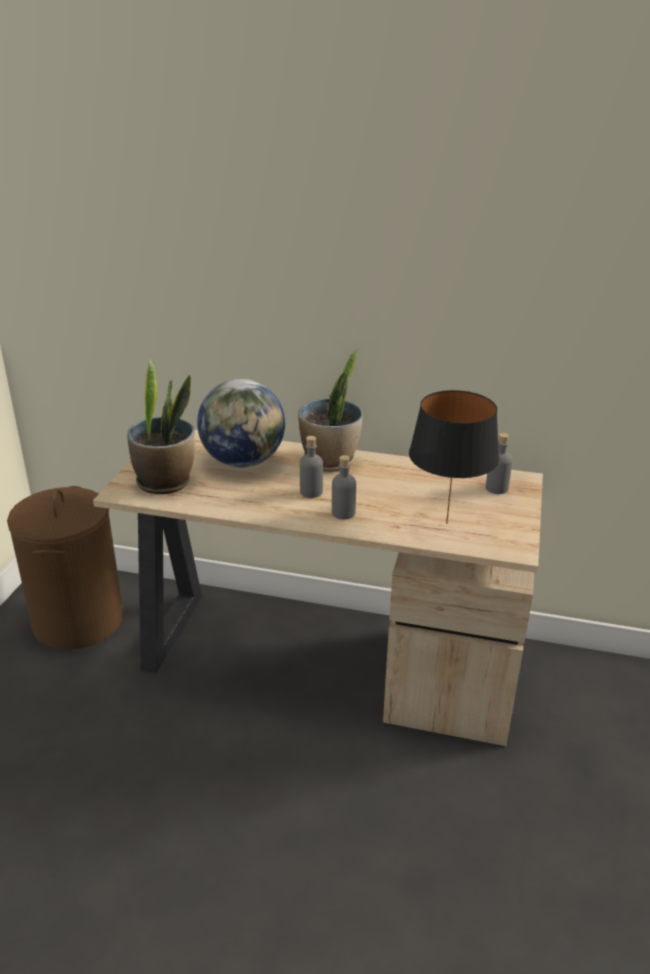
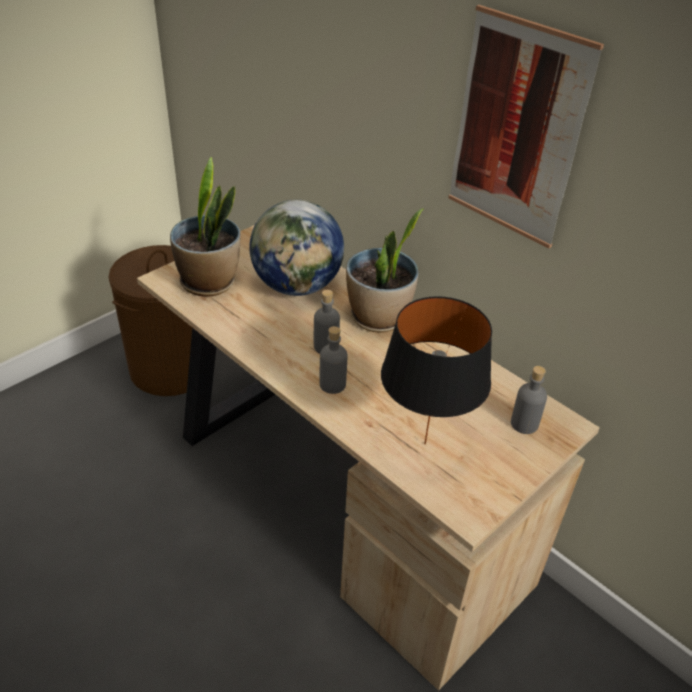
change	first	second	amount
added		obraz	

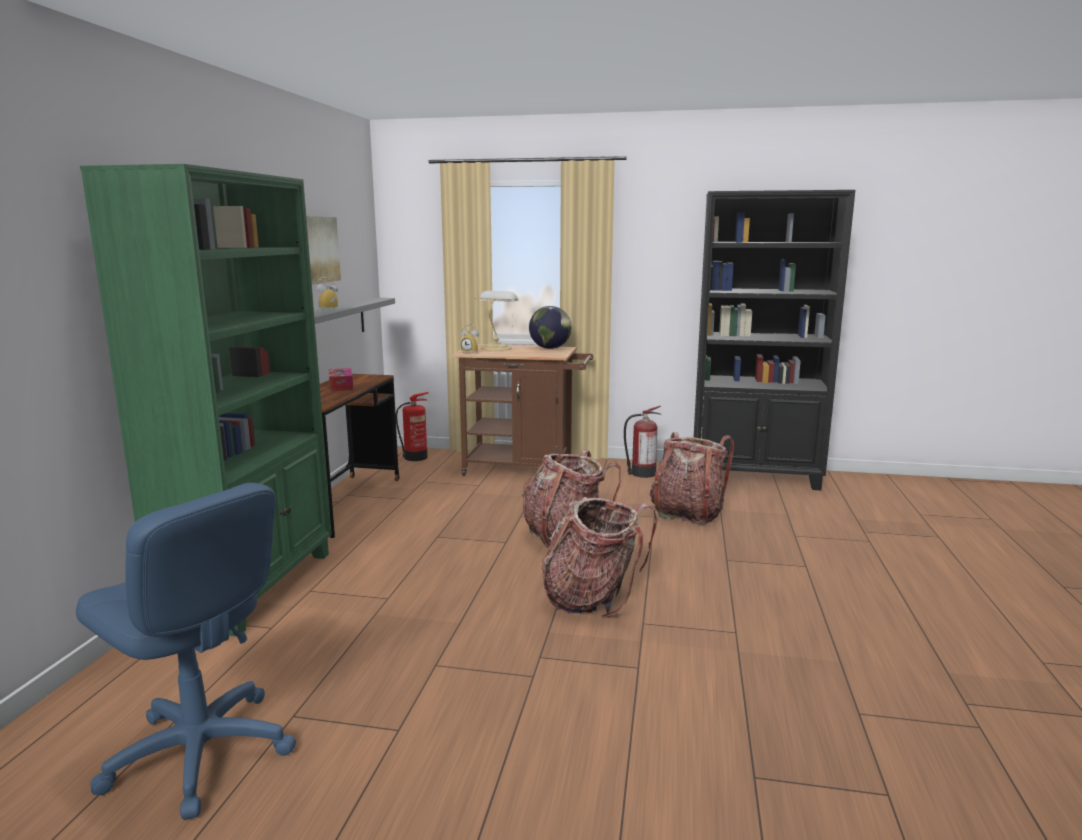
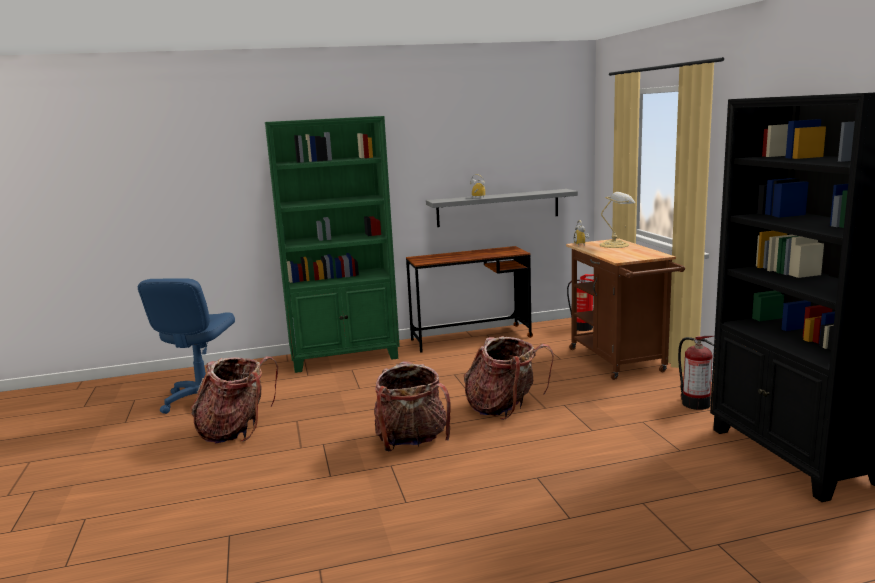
change	first	second	amount
removed	obraz		
removed	globus		
removed	pudełko chusteczek		
moved	plecak (3rd from left in the first image)	plecak (1st from left)	

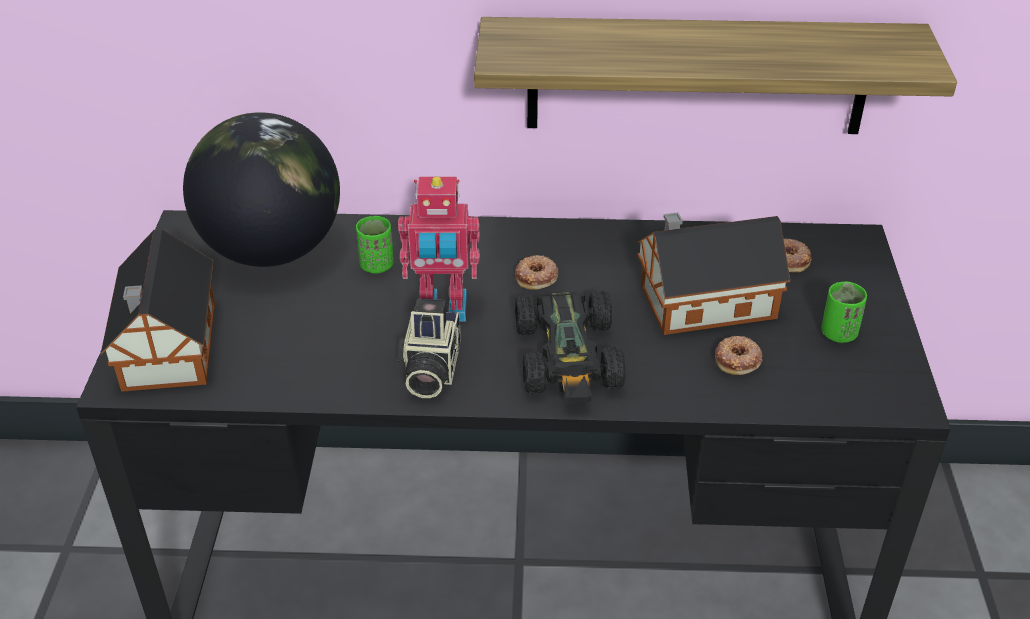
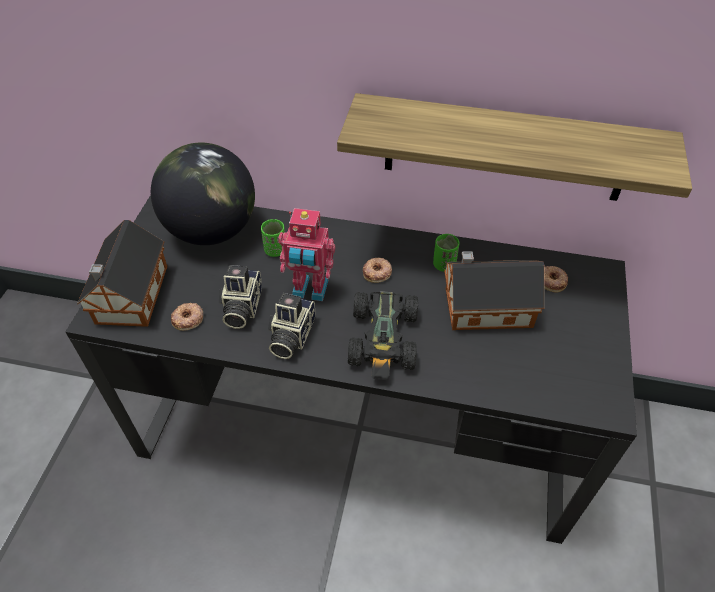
change	first	second	amount
moved	filiżanka (zielony) (2nd from left)		
moved	donut (2nd from left in the first image)	donut (1st from left)	
added		aparat fotograficzny (1st from left)	

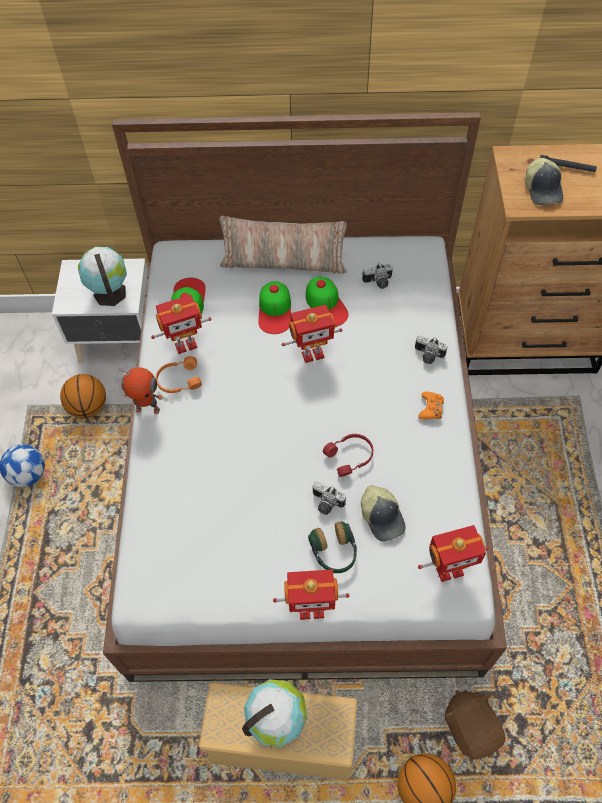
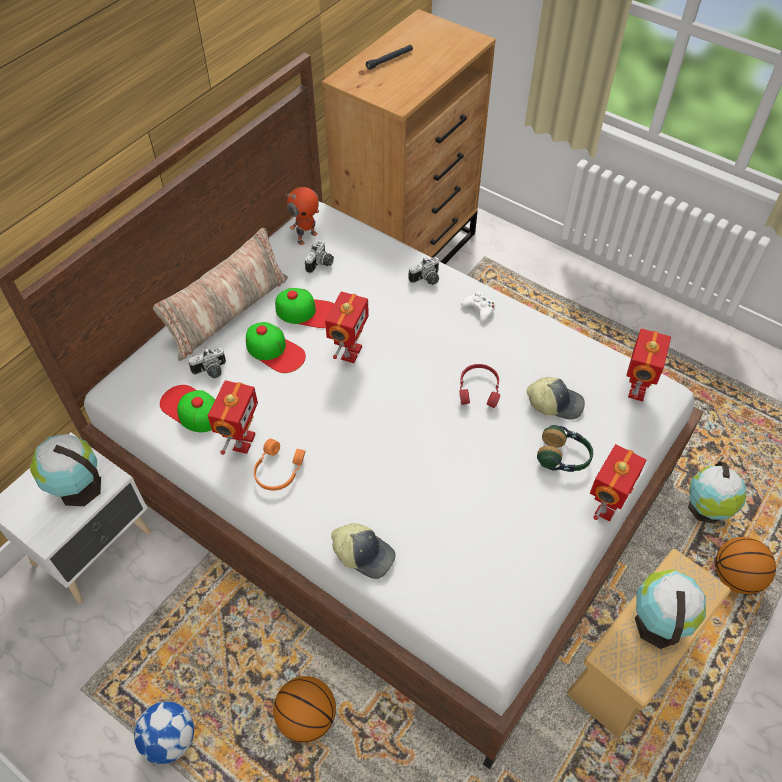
change	first	second	amount
moved	czapka z daszkiem (5th from left in the first image)	czapka z daszkiem (4th from left)	
moved	robot zabawkowy (1st from left in the first image)	robot zabawkowy (2nd from left)	
moved	piłka do koszykówki (1st from left)		
recoloured	pad do gier (pomarańczowy)	pad do gier (biały)	
moved	aparat fotograficzny (1st from left)		
replaced	pluszak (brązowy)	globus (3rd from left)	

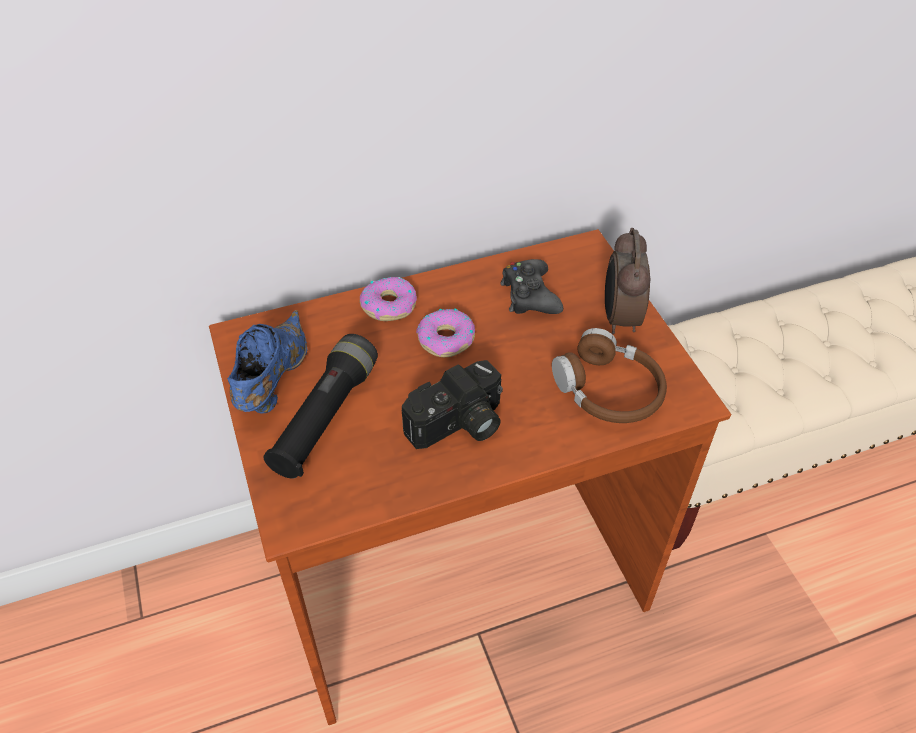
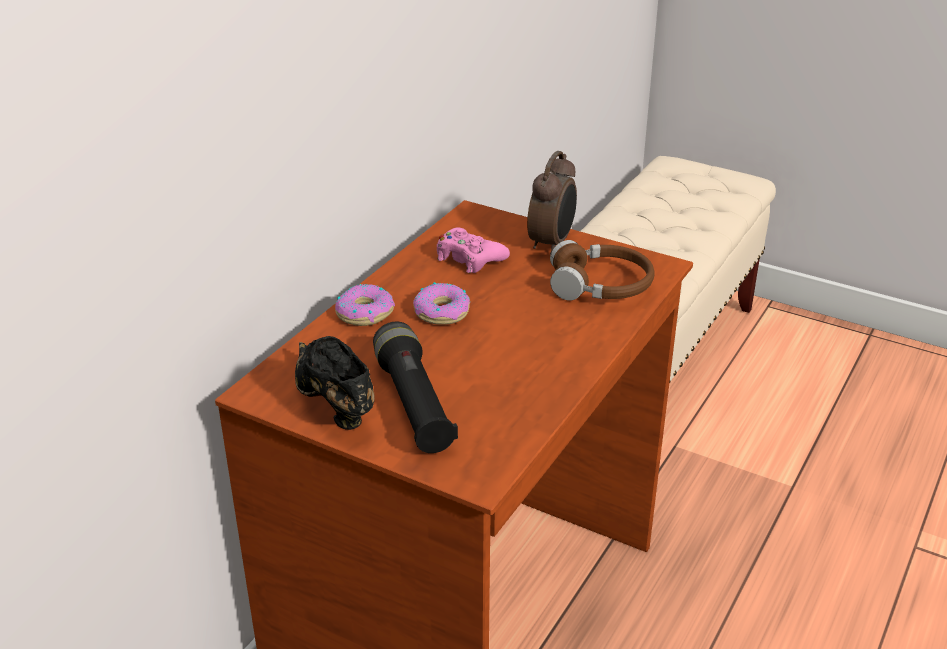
change	first	second	amount
turned	budzik		120 degrees counterclockwise
recoloured	pad do gier (czarny)	pad do gier (różowy)	
recoloured	but (niebieski)	but (czarny)	
removed	aparat fotograficzny		

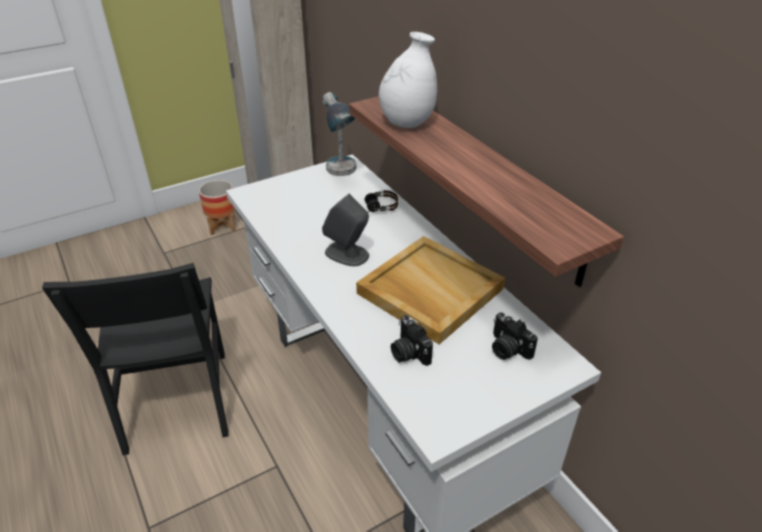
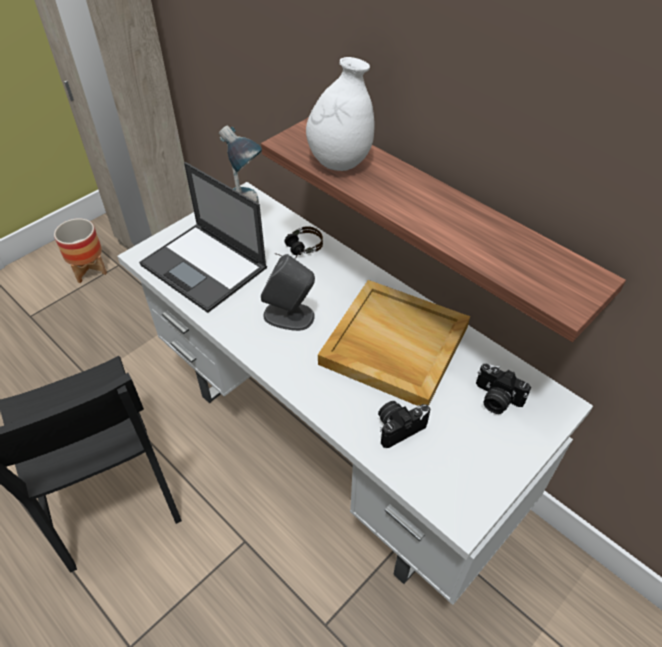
change	first	second	amount
turned	aparat fotograficzny (1st from left)		105 degrees clockwise
added		laptop	

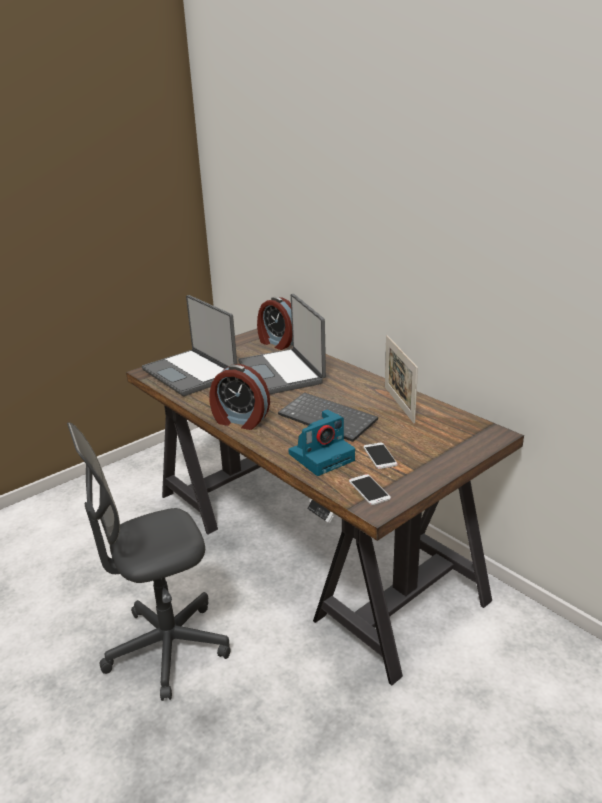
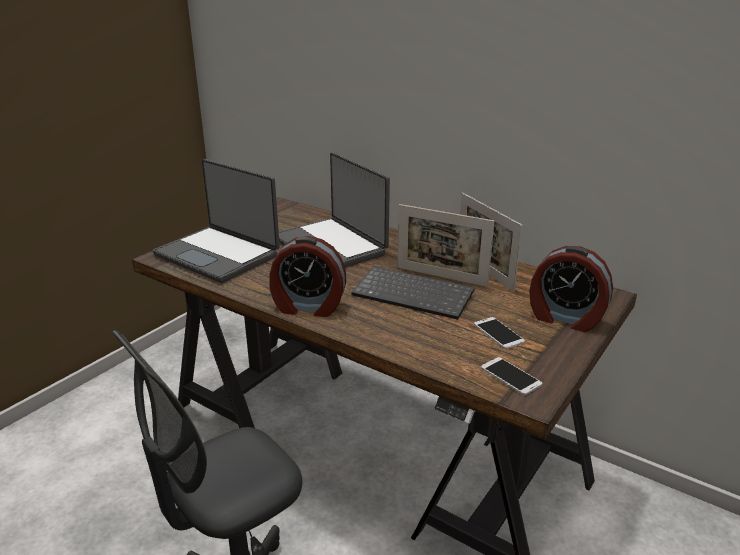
change	first	second	amount
moved	budzik (2nd from left)		
removed	aparat fotograficzny		
added		ramka na zdjęcie (1st from left)	

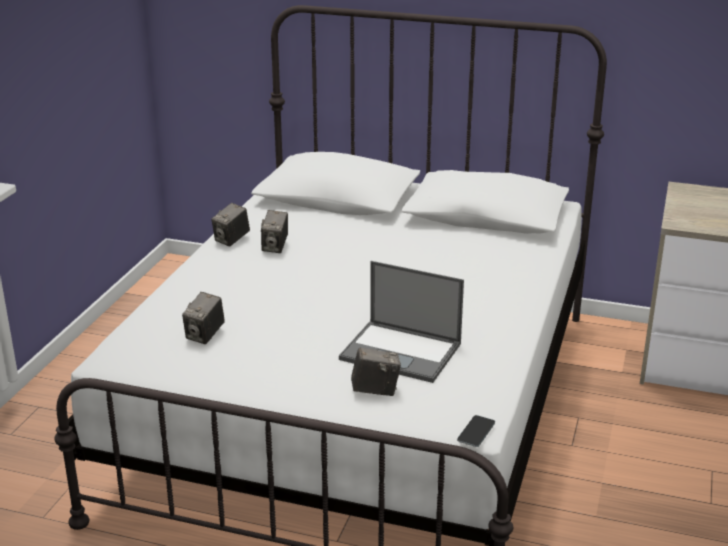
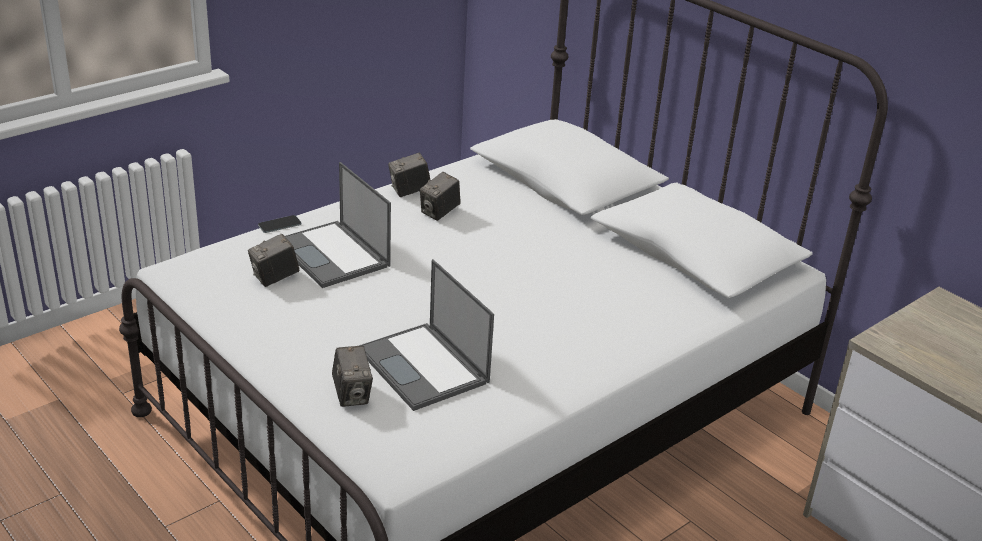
change	first	second	amount
turned	aparat fotograficzny (4th from left in the first image)	aparat fotograficzny (2nd from left)	45 degrees clockwise
moved	telefon		
added		laptop (1st from left)	

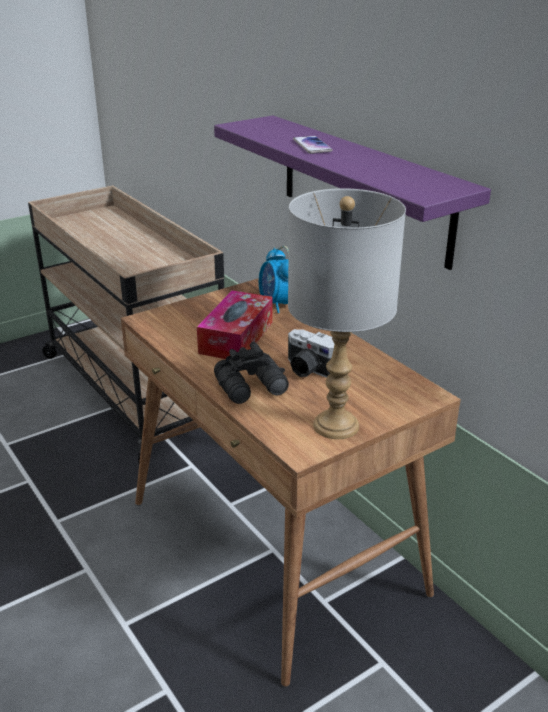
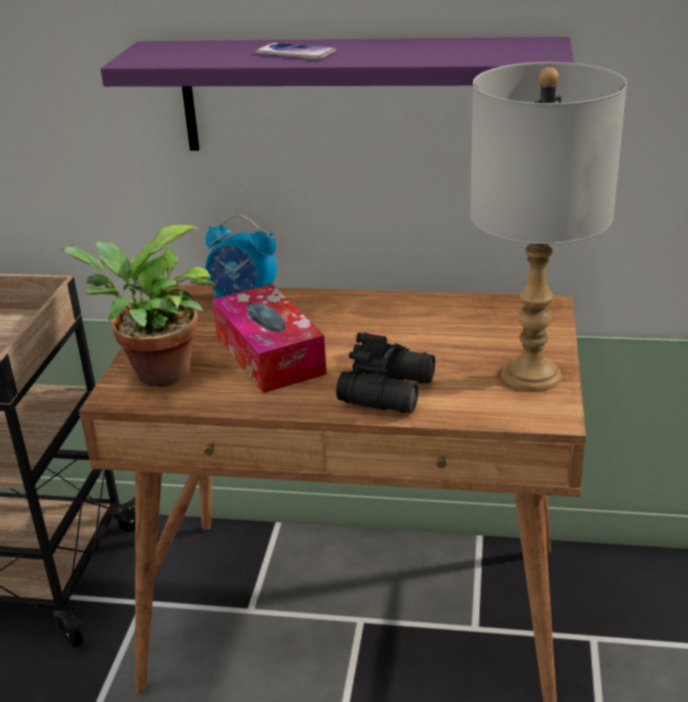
change	first	second	amount
removed	aparat fotograficzny		
added		roślina doniczkowa	

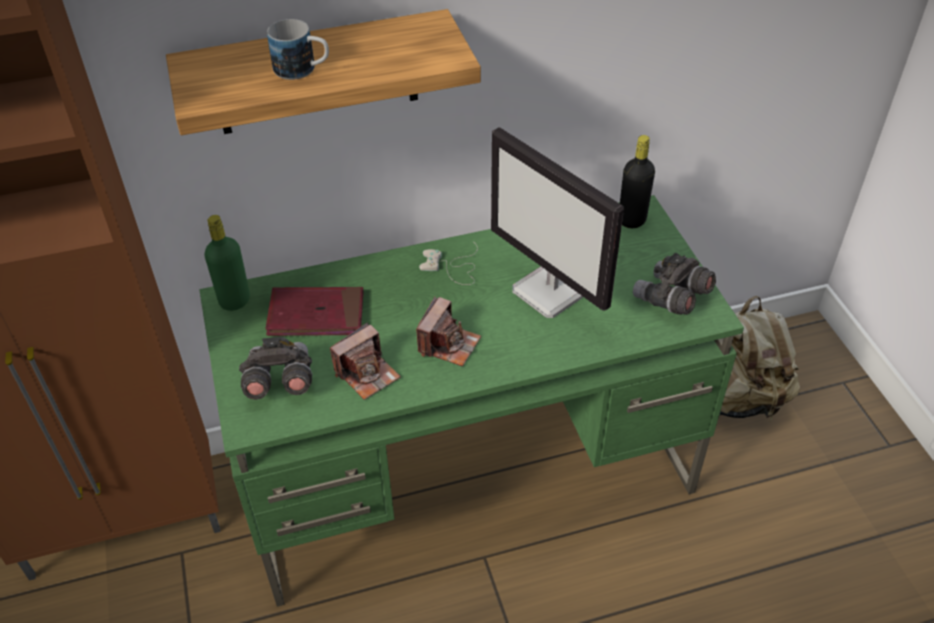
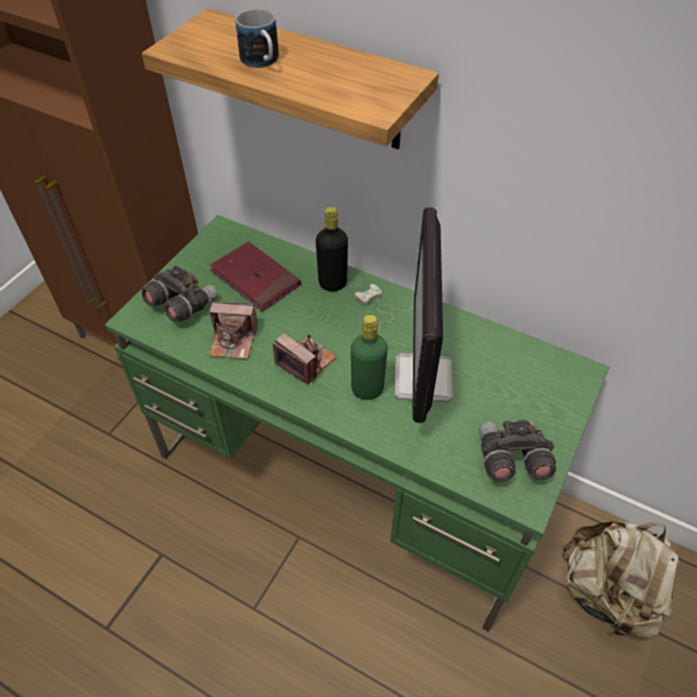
change	first	second	amount
moved	butelka (czarny)		
moved	butelka (zielony)		
turned	aparat fotograficzny (2nd from left)		120 degrees counterclockwise

